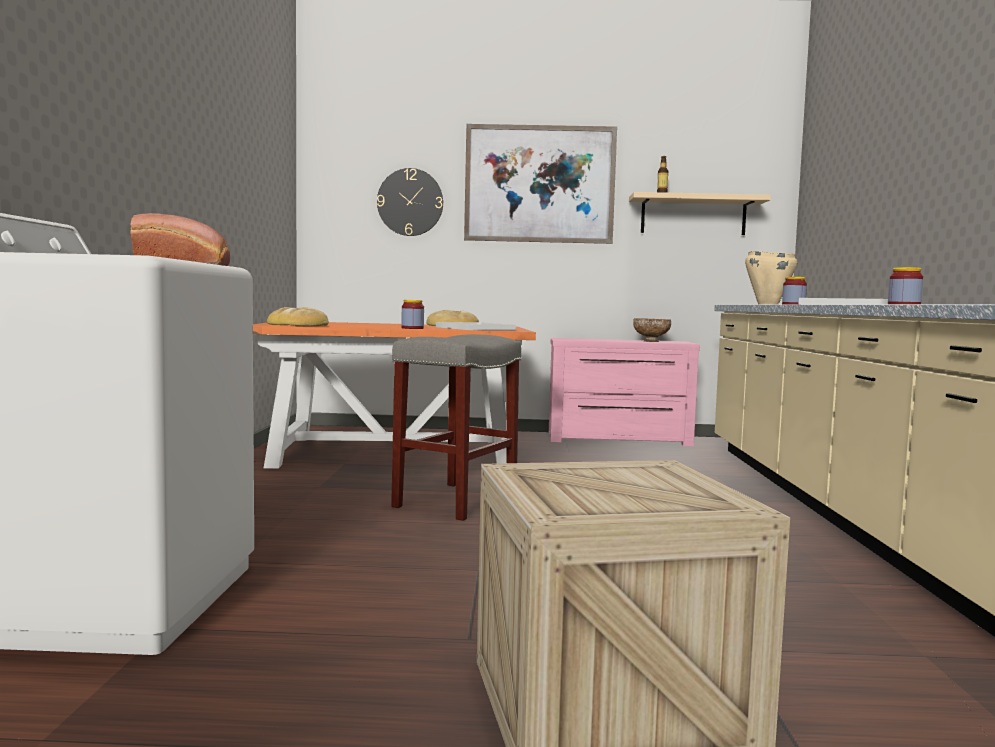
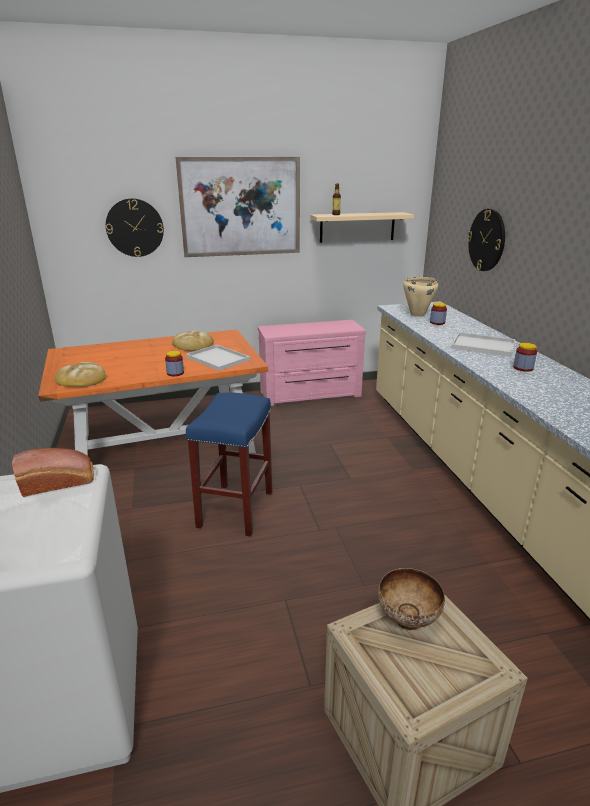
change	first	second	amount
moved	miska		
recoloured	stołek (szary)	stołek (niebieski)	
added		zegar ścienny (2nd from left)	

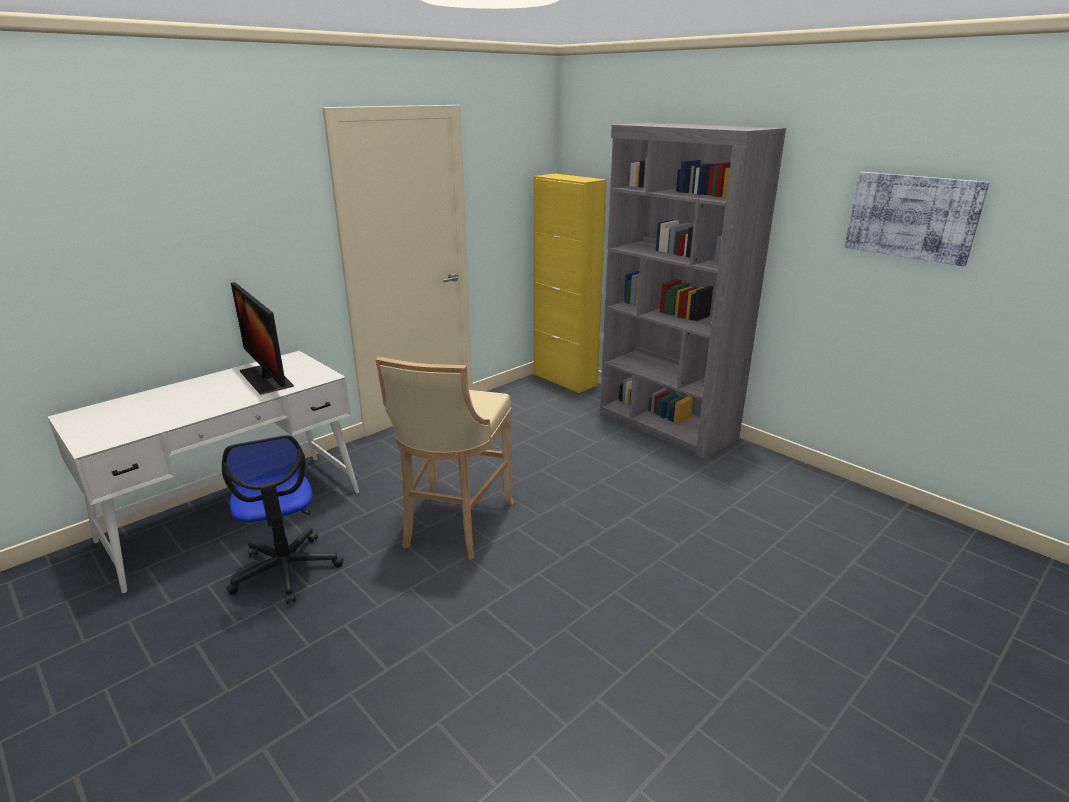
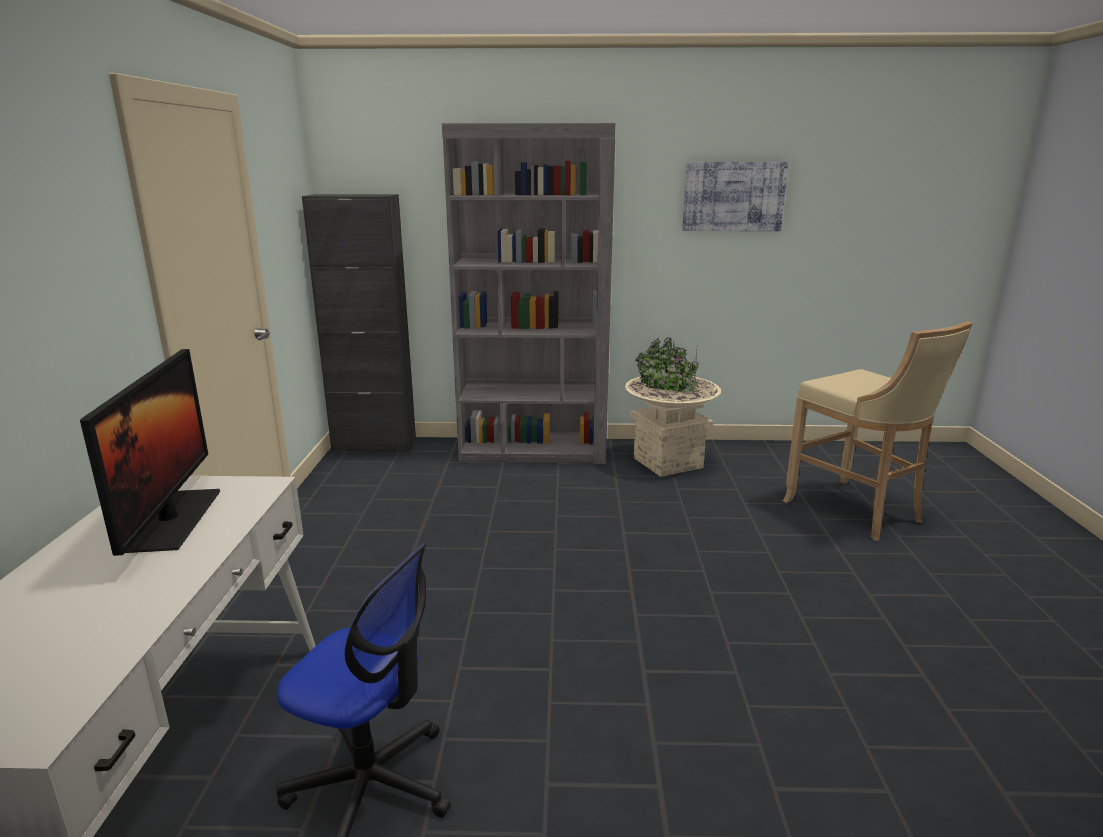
change	first	second	amount
recoloured	szafka (żółty)	szafka (czarny)	
turned	monitor		105 degrees counterclockwise
moved	stołek (beżowy)		
added		donica (beżowy)	

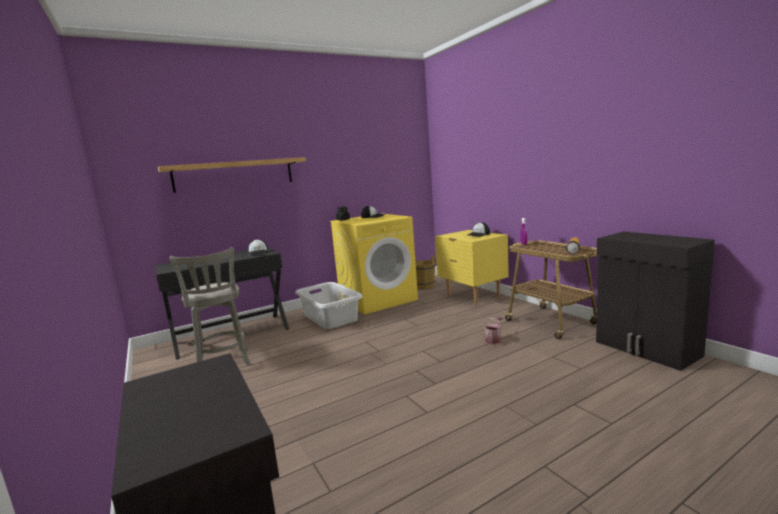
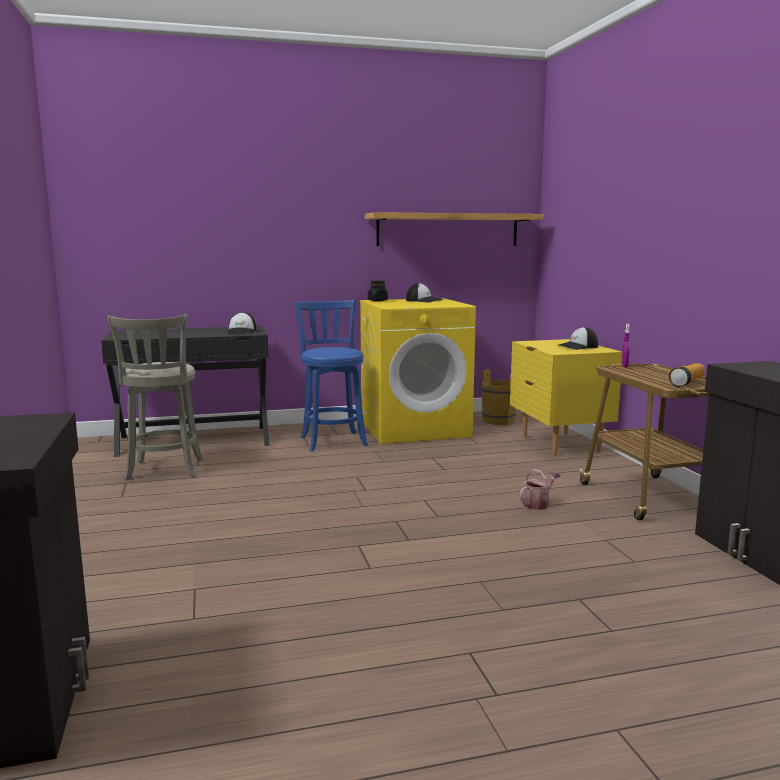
change	first	second	amount
moved	półka		
replaced	kosz na pranie (szary)	stołek (niebieski)	

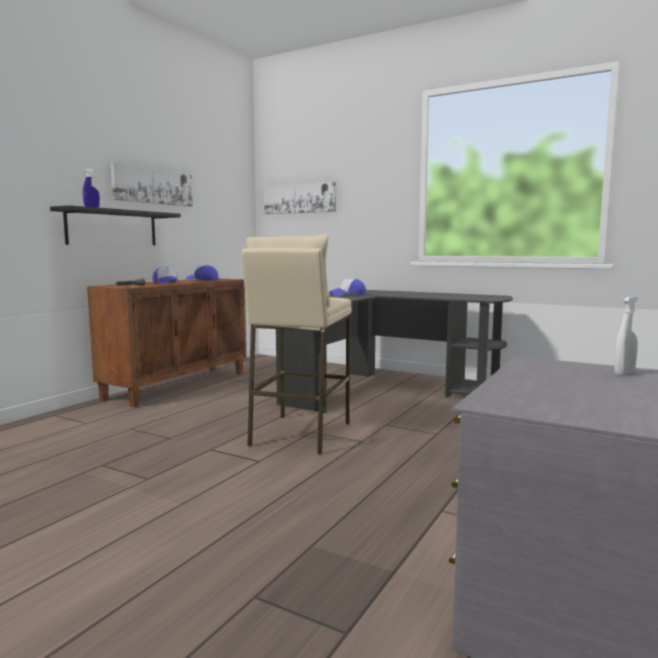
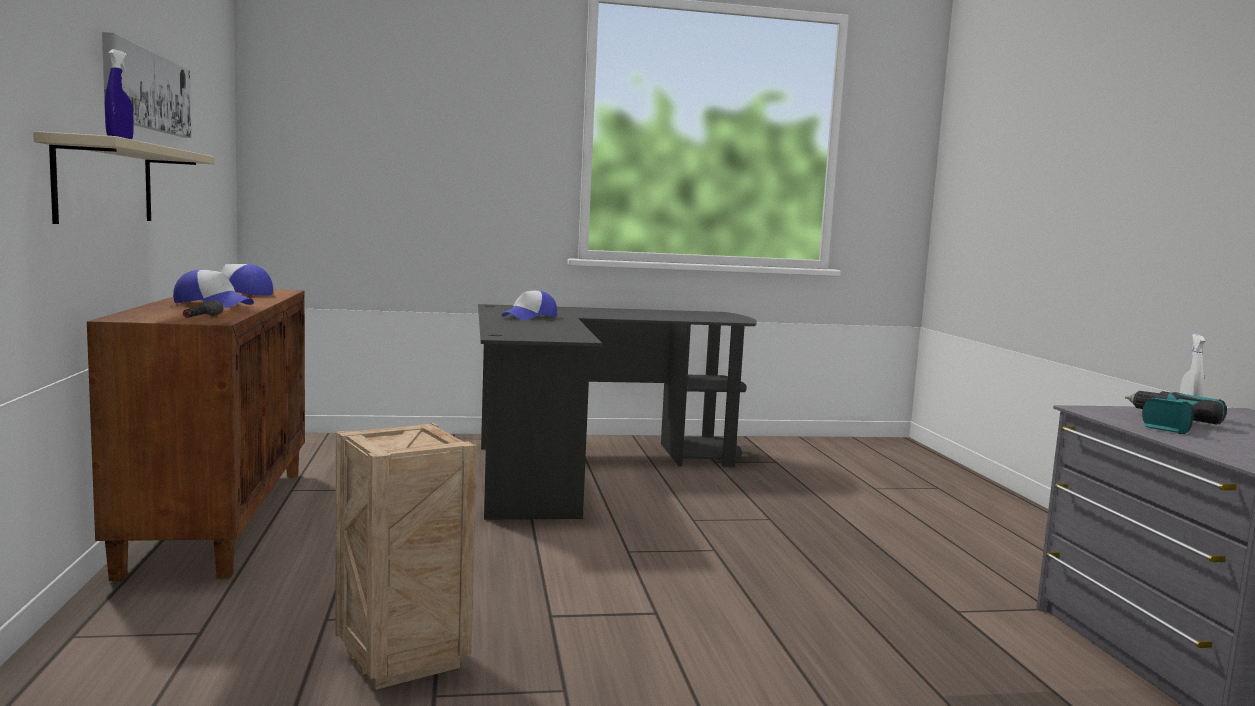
change	first	second	amount
removed	obraz (2nd from left)		
recoloured	półka (czarny)	półka (beżowy)	
removed	stołek (beżowy)		
added		wiertarka	
added		skrzynka	

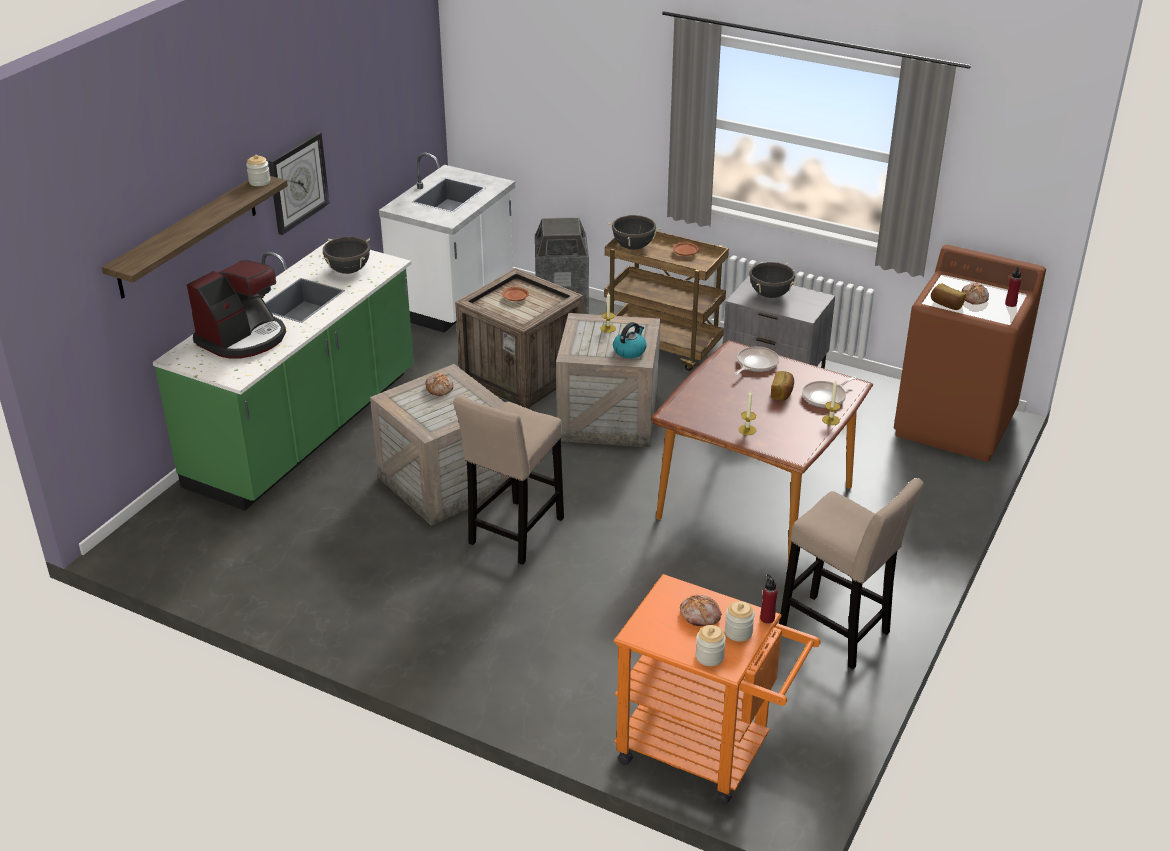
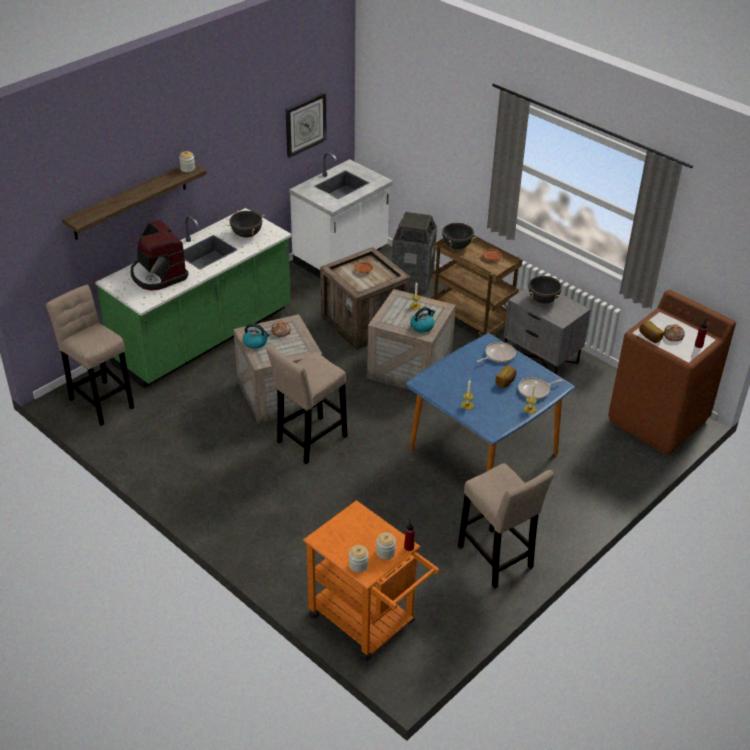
change	first	second	amount
moved	zegar ścienny		
turned	ekspres do kawy		90 degrees clockwise
recoloured	stół jadalny (brązowy)	stół jadalny (niebieski)	
removed	chleb (2nd from left)		
added		stołek (beżowy) (1st from left)	
added		czajnik (1st from left)	

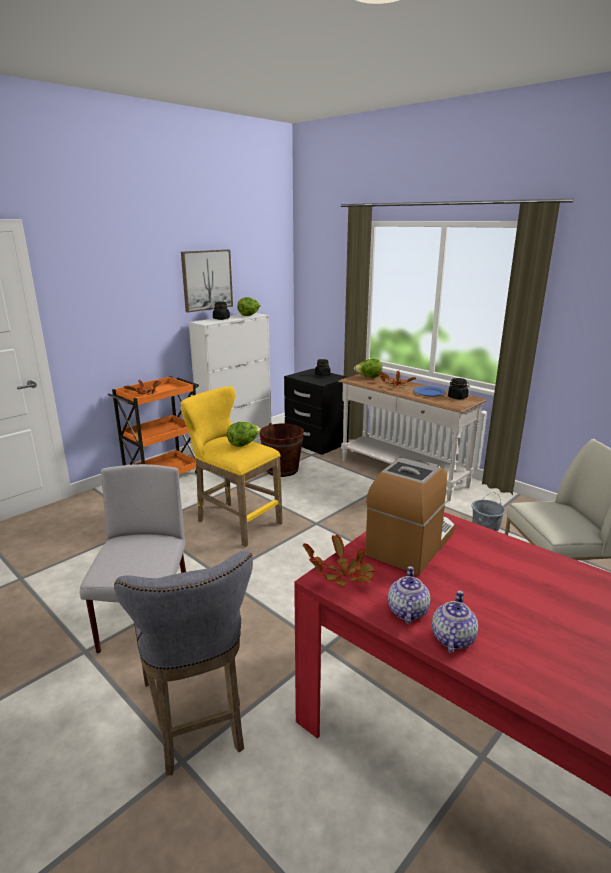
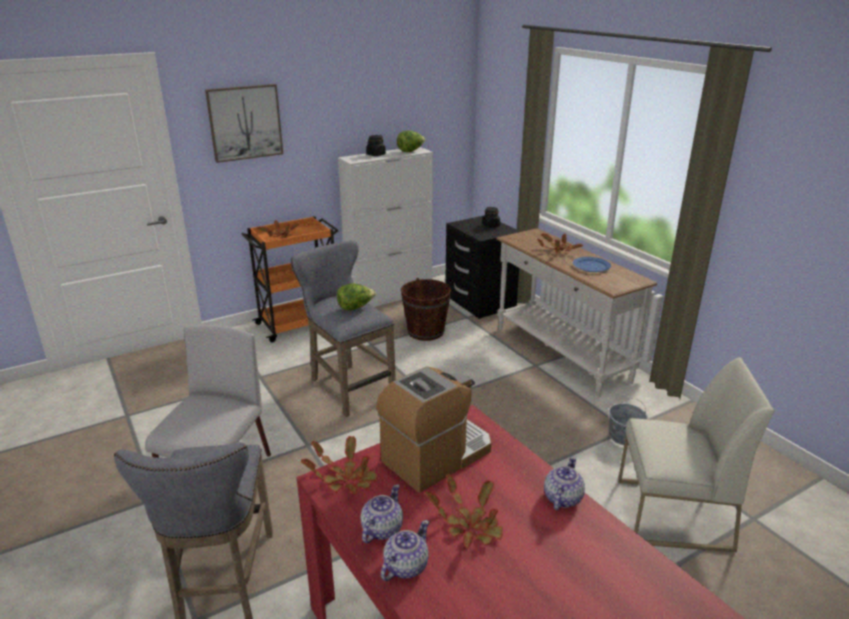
change	first	second	amount
moved	obraz		
removed	sałata (3rd from left)		
removed	słoik (czarny) (3rd from left)		
recoloured	stołek (żółty)	stołek (szary) (2nd from left)	
added		imbryk (3rd from left)	
added		roślina doniczkowa (3rd from left)	

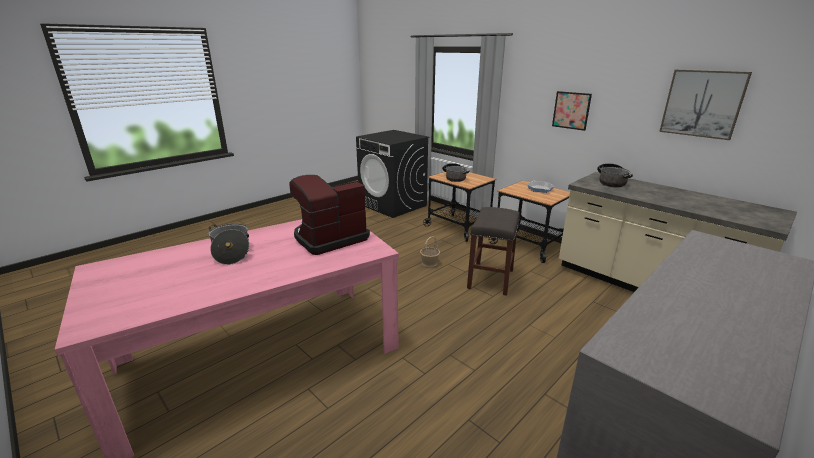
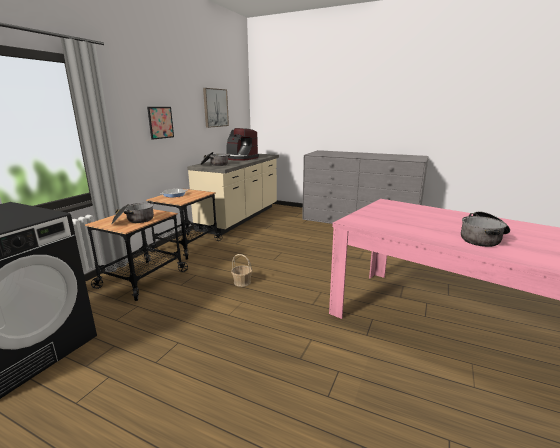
change	first	second	amount
moved	ekspres do kawy		
removed	stołek (szary)		

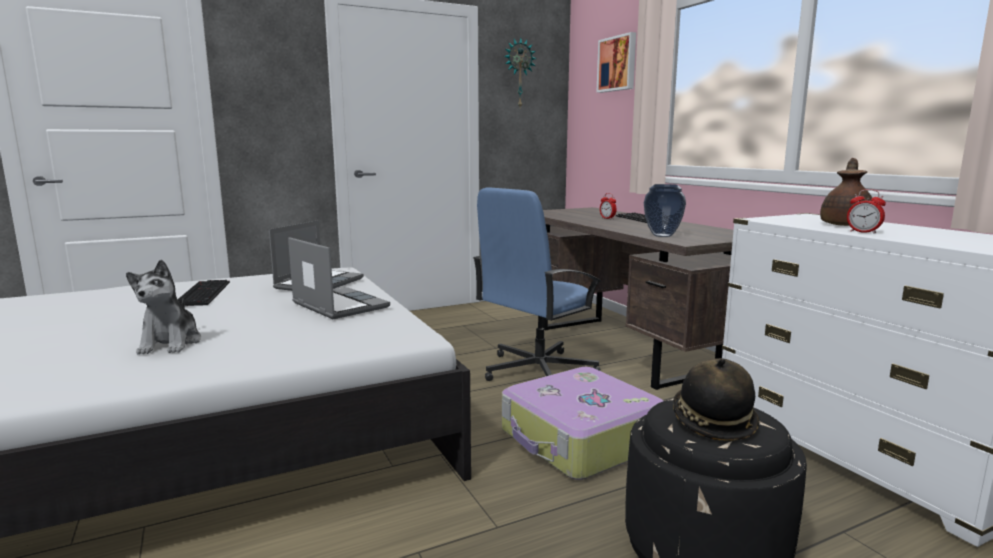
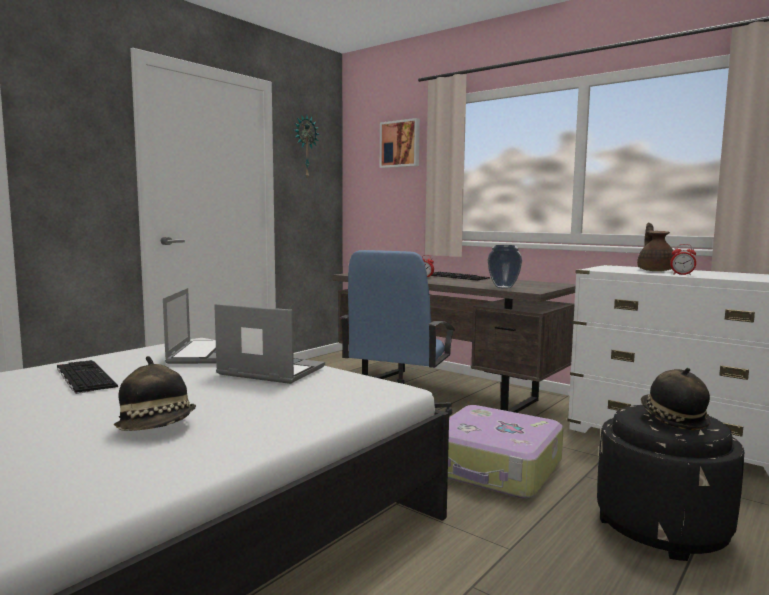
change	first	second	amount
replaced	pluszak	kapelusz (1st from left)	

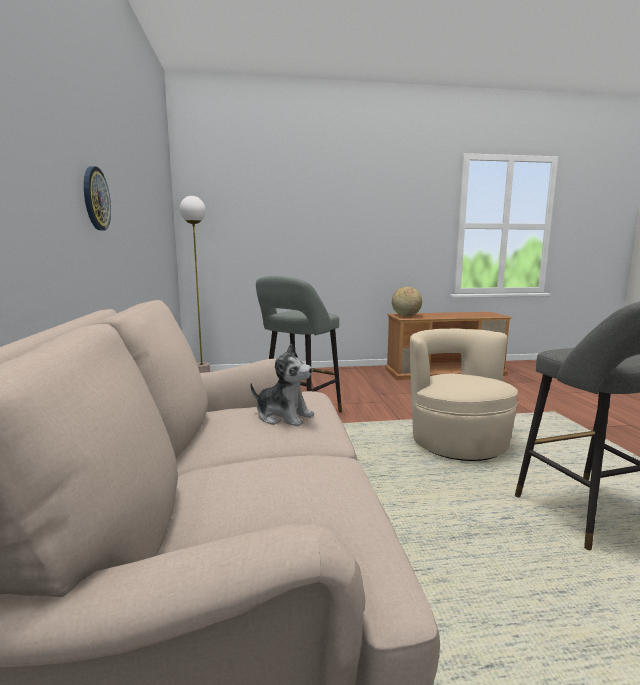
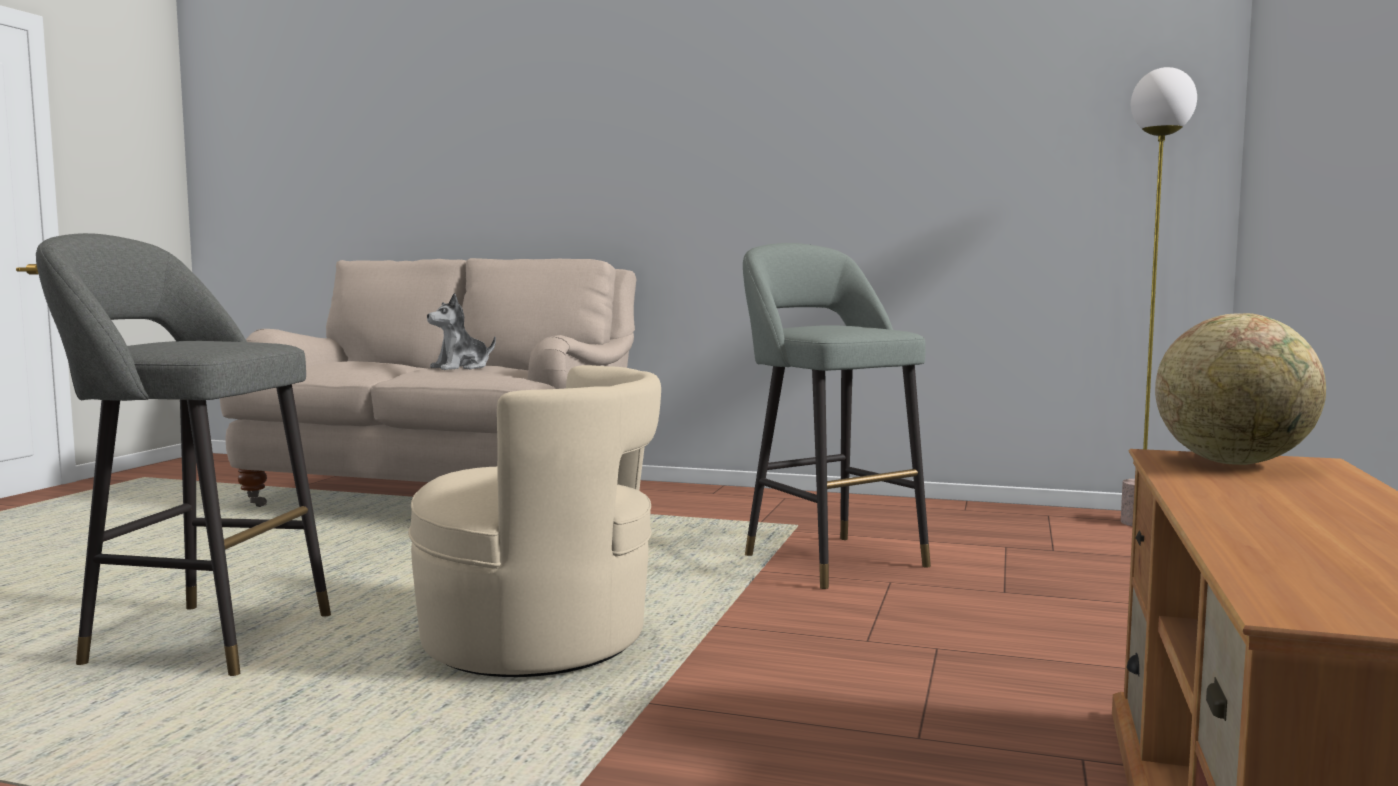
change	first	second	amount
removed	zegar ścienny		

